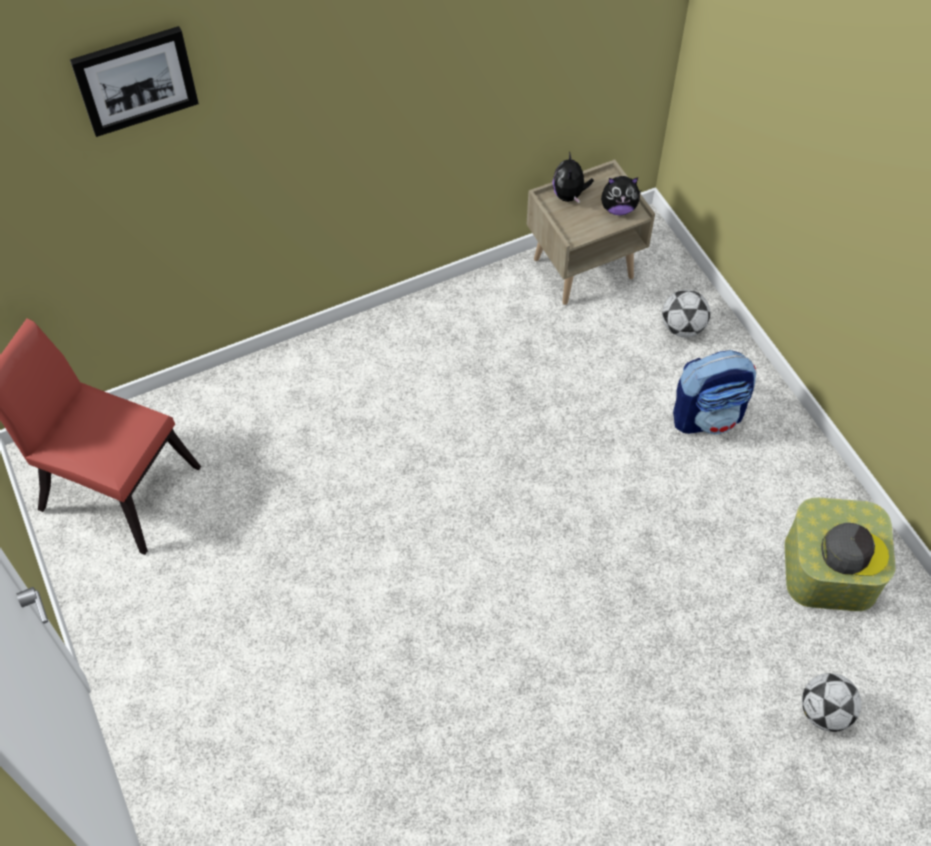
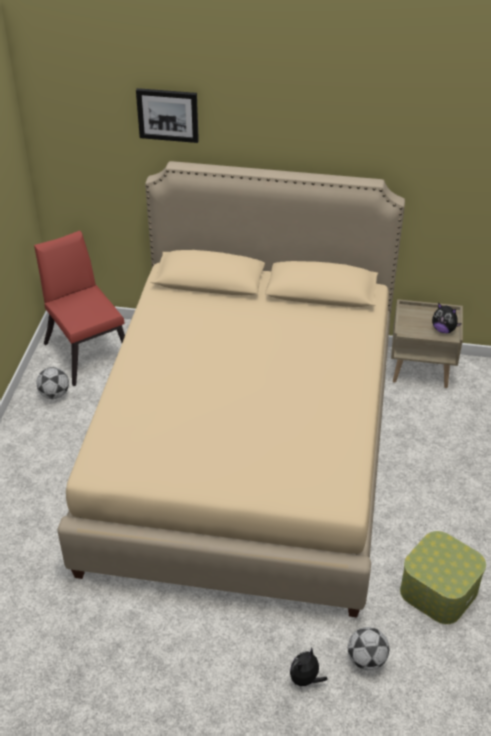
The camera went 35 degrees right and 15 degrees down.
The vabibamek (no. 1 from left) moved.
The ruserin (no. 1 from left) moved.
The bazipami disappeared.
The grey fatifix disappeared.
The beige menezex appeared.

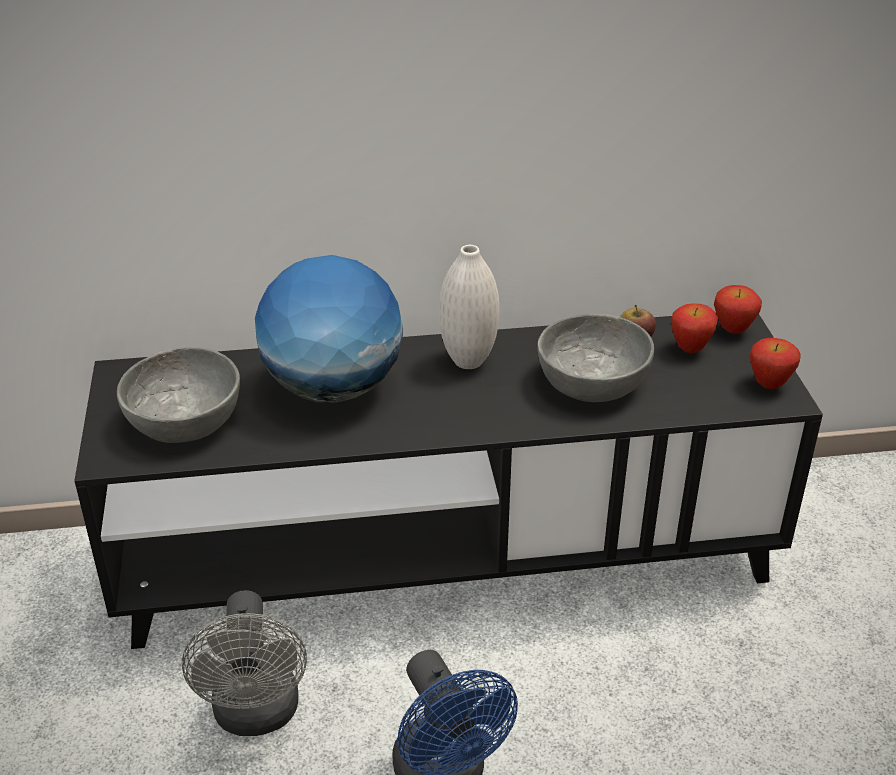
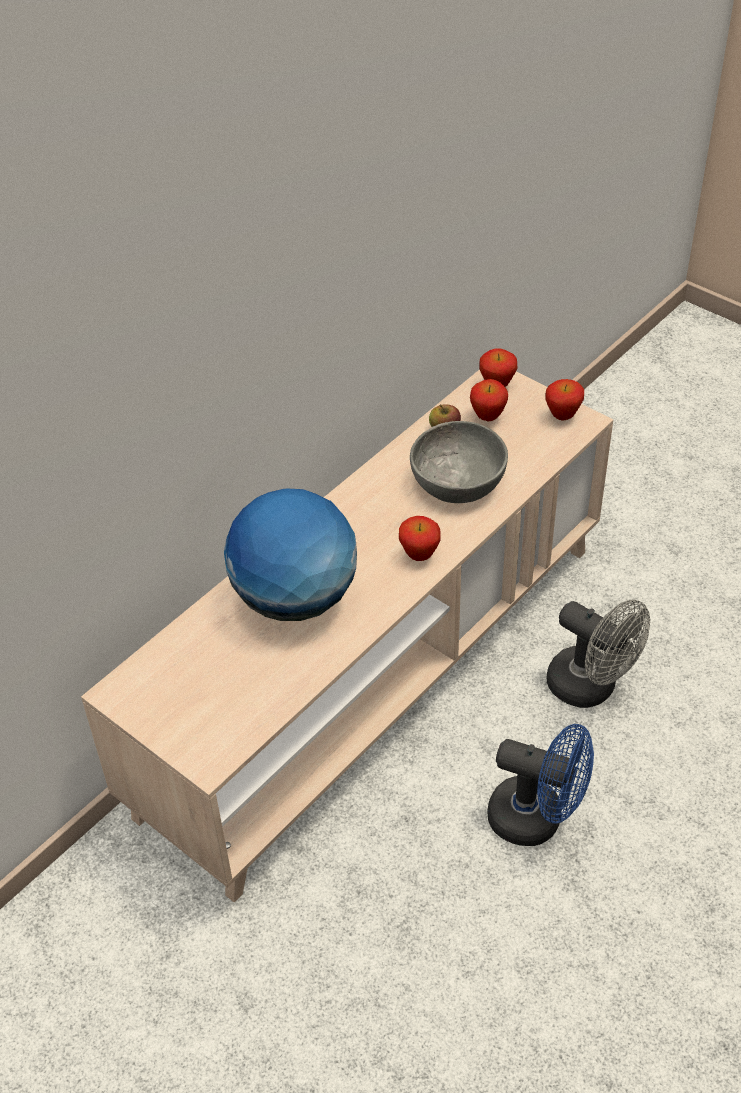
The camera went 40 degrees left and 10 degrees up.
The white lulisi disappeared.
The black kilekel became the beige kilekel.
The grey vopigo (no. 1 from left) disappeared.
The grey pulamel moved.
The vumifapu (no. 1 from left) appeared.

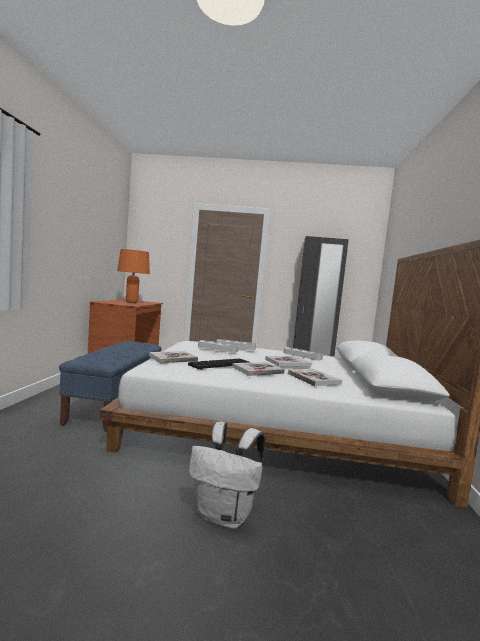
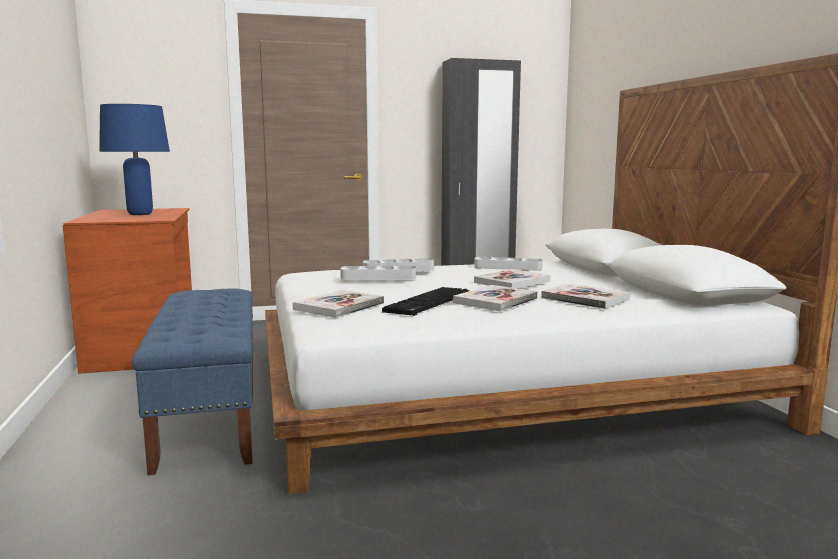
The camera went 20 degrees left and 5 degrees up.
The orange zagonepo became the blue zagonepo.
The white bazipami disappeared.

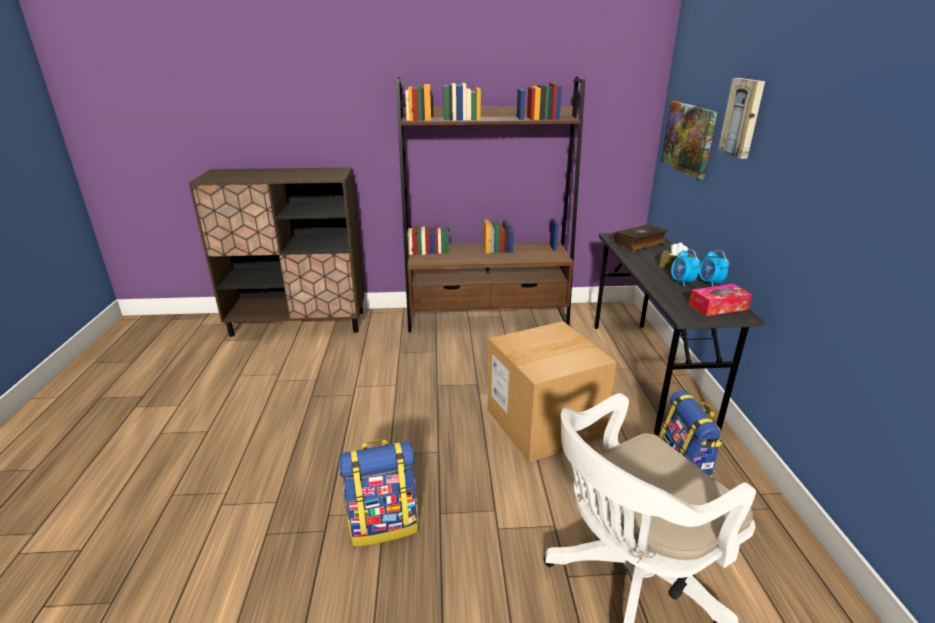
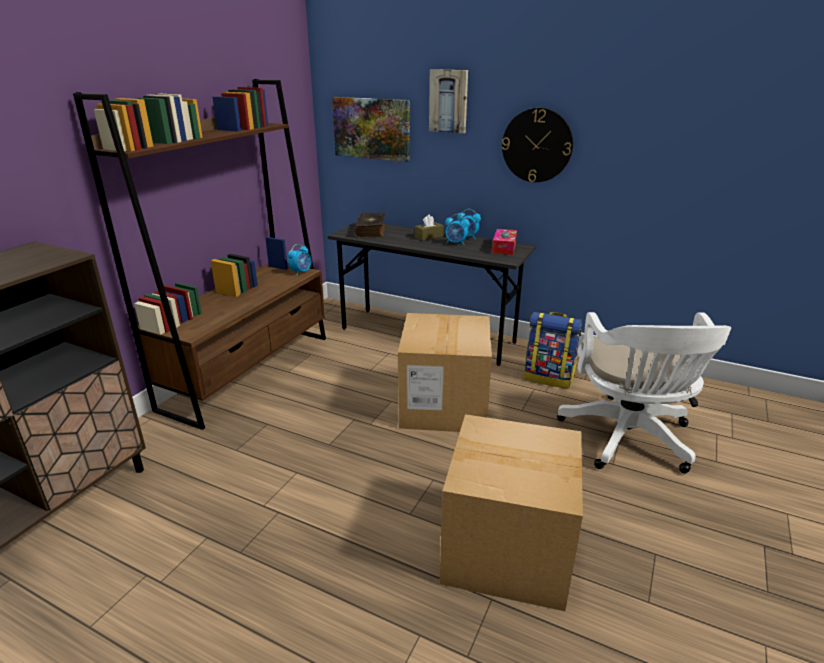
The camera went 60 degrees left and 0 degrees up.
The bazipami (no. 1 from left) was replaced by the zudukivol (no. 2 from left).
The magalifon appeared.
The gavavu (no. 1 from left) appeared.

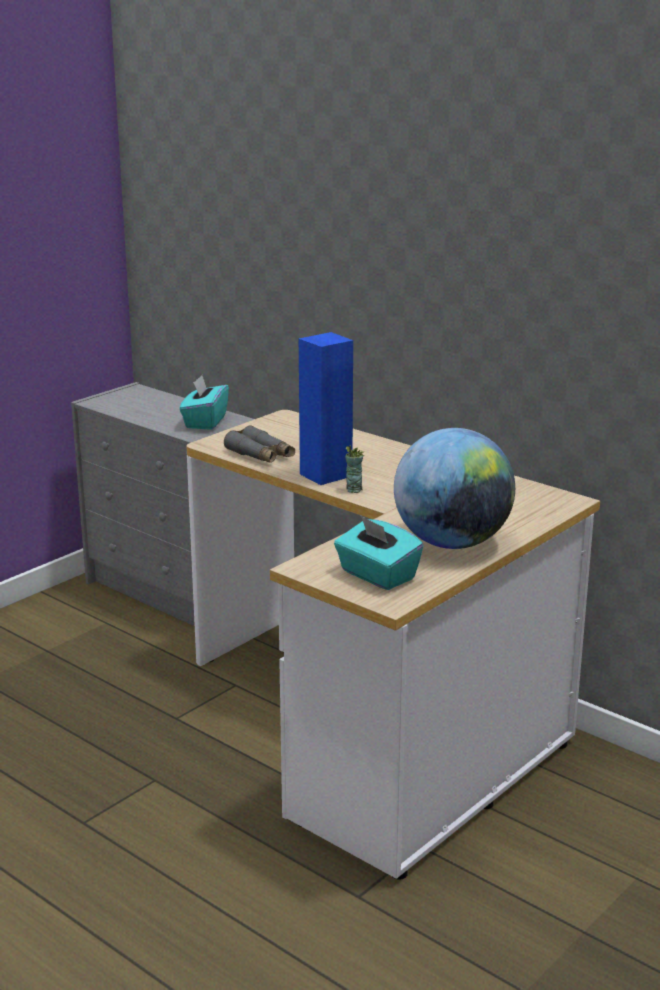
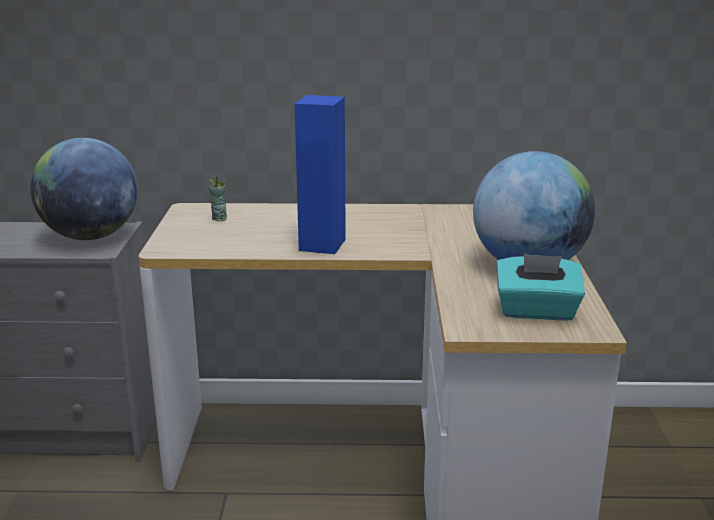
The camera went 40 degrees left and 0 degrees up.
The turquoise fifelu (no. 1 from left) was replaced by the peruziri (no. 1 from left).
The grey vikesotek disappeared.
The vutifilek moved.

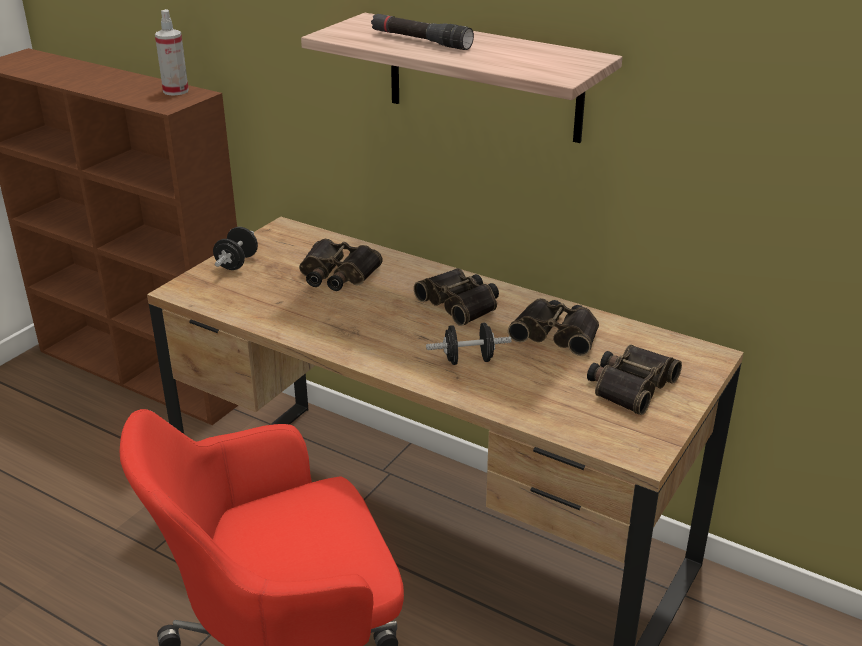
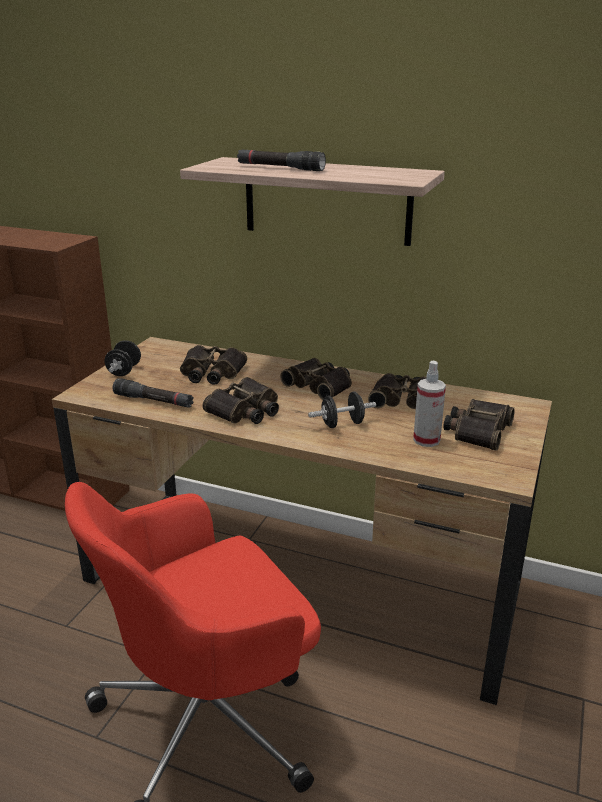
The camera went 10 degrees left and 5 degrees down.
The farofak moved.
The vikesotek (no. 2 from left) appeared.
The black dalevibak (no. 1 from left) appeared.

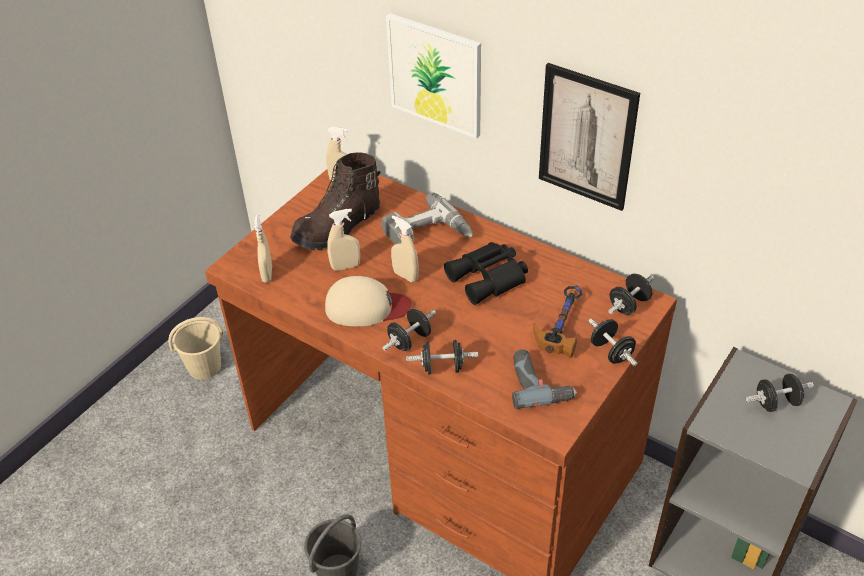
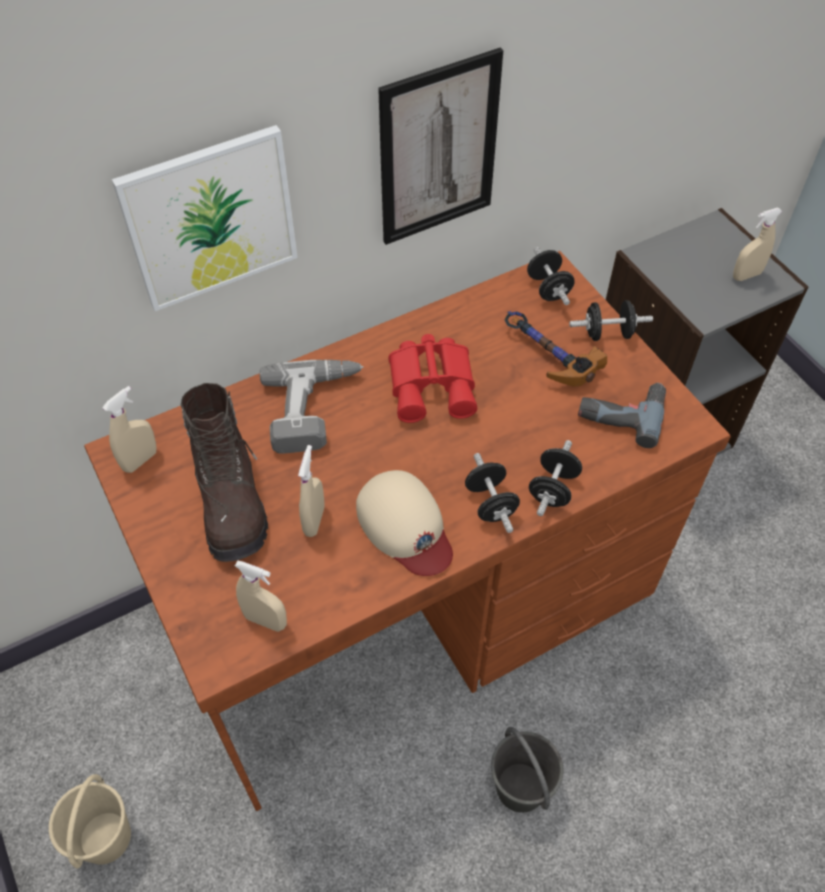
The camera went 65 degrees left and 10 degrees up.
The beige farofak (no. 4 from left) moved.
The black vikesotek became the red vikesotek.
The beige fatifix turned 120 degrees clockwise.
The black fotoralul (no. 5 from left) disappeared.

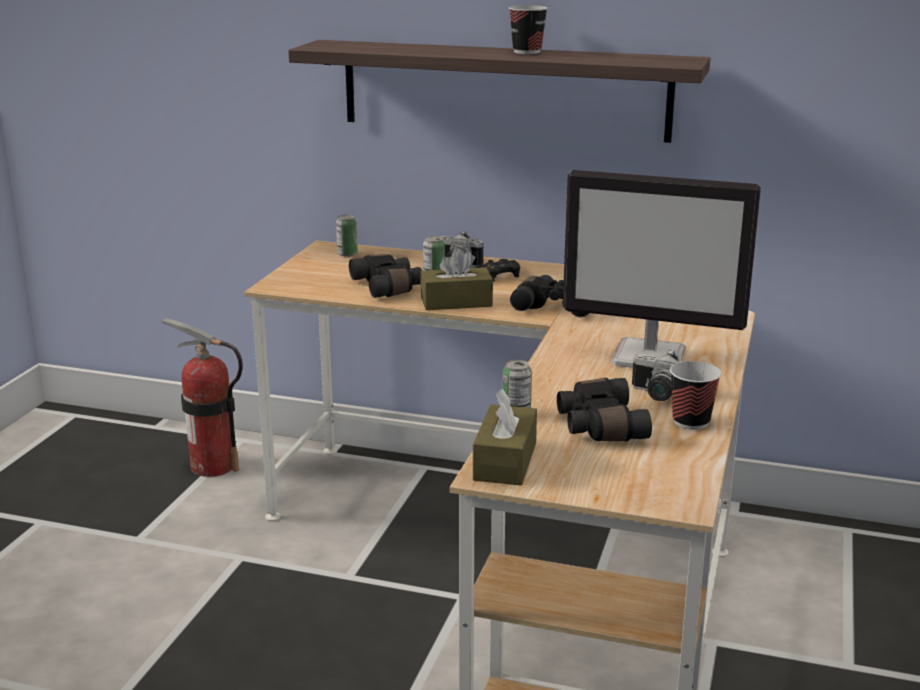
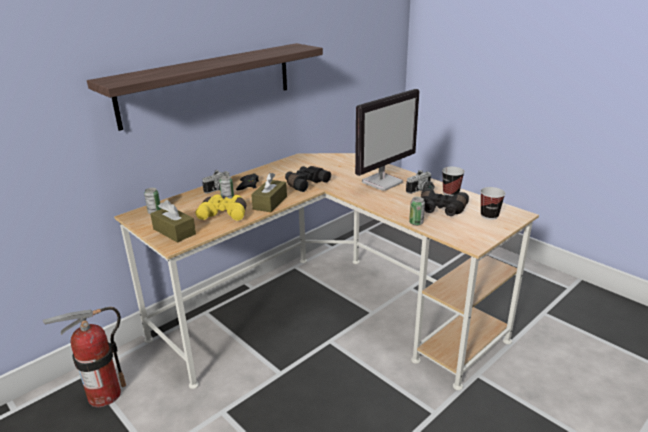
The camera went 60 degrees left and 5 degrees up.
The vutifilek (no. 1 from left in the first image) moved.
The black vikesotek (no. 1 from left) became the yellow vikesotek.
The brown fifelu (no. 2 from left in the first image) moved.

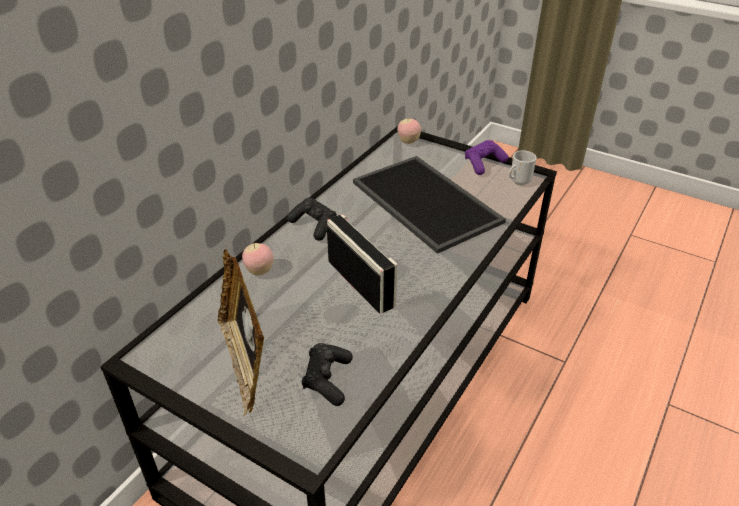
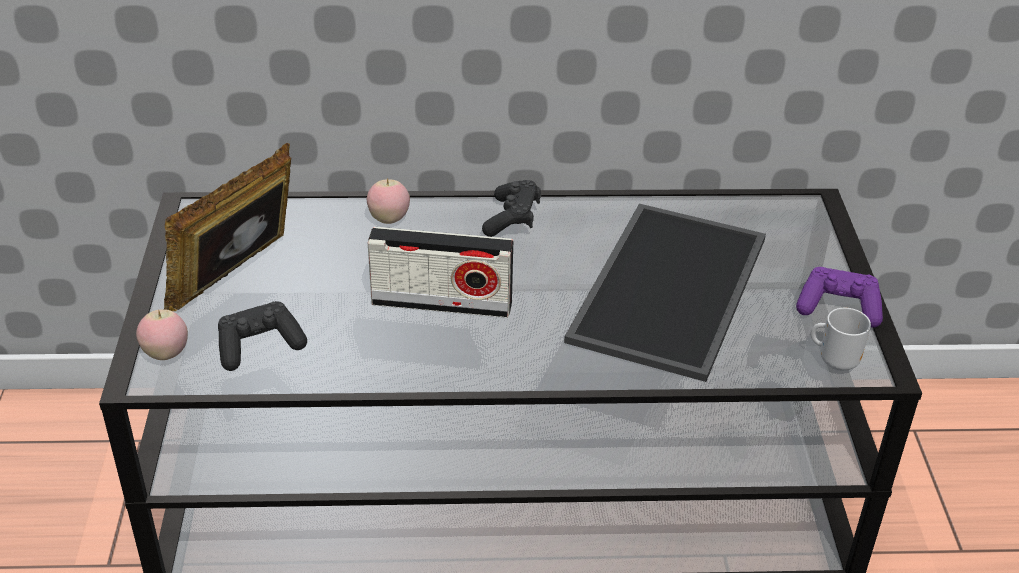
The camera went 55 degrees right and 0 degrees up.
The vumifapu (no. 2 from left in the first image) moved.
The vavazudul turned 75 degrees clockwise.

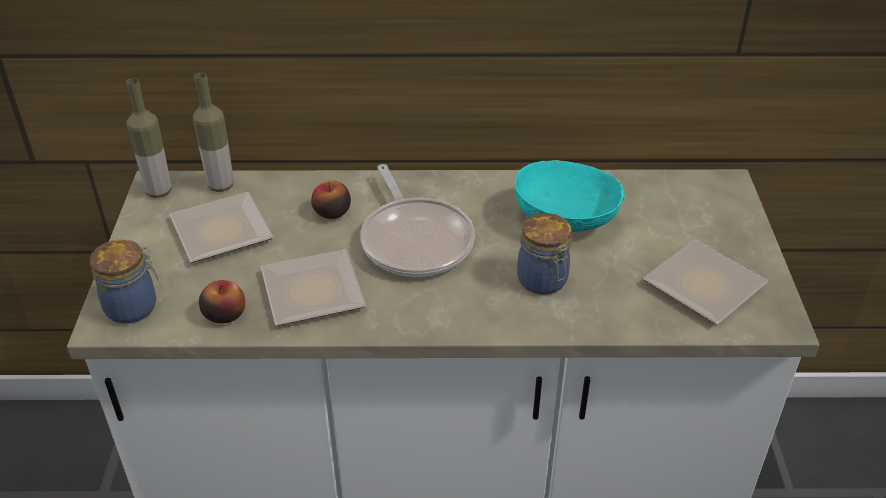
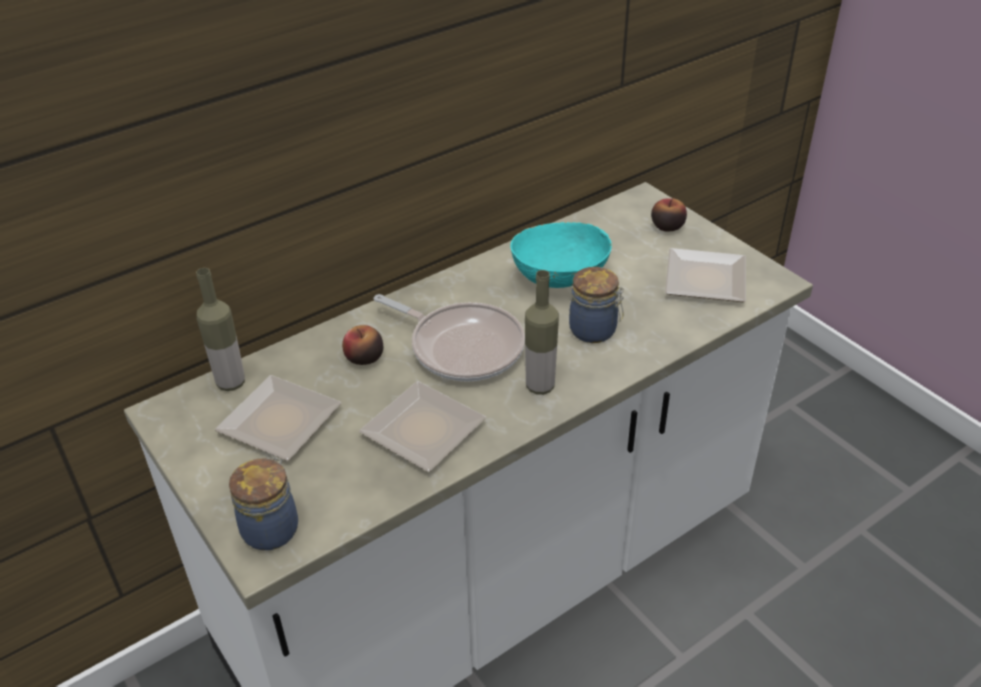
The camera went 35 degrees left and 0 degrees up.
The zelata (no. 1 from left in the first image) moved.
The vumifapu (no. 1 from left in the first image) moved.

